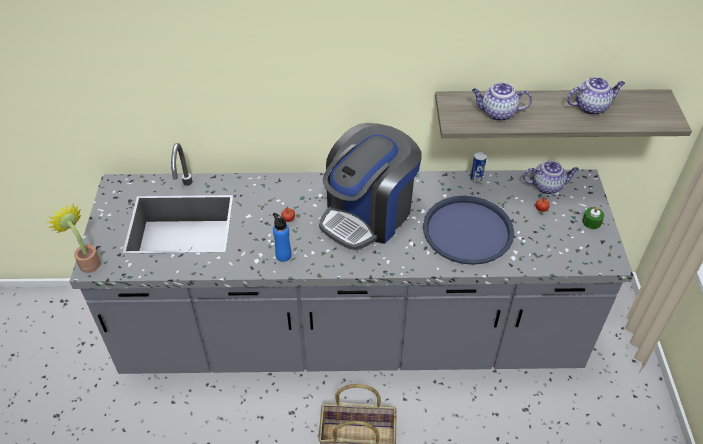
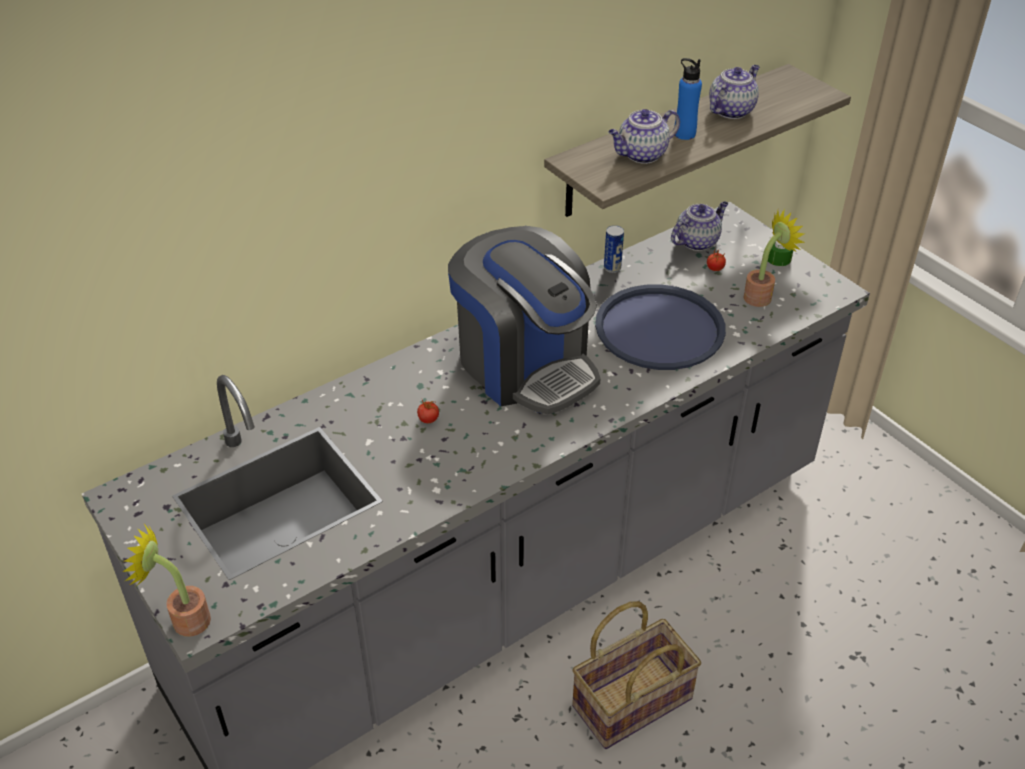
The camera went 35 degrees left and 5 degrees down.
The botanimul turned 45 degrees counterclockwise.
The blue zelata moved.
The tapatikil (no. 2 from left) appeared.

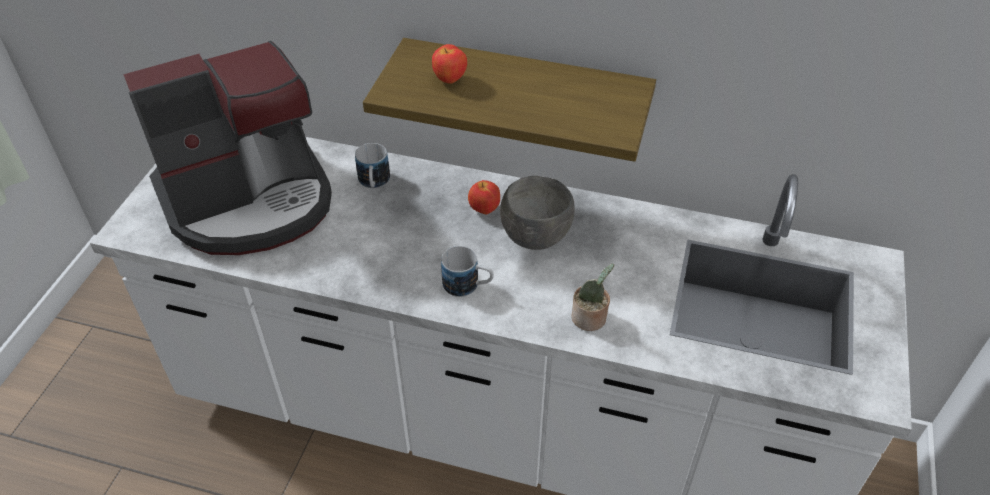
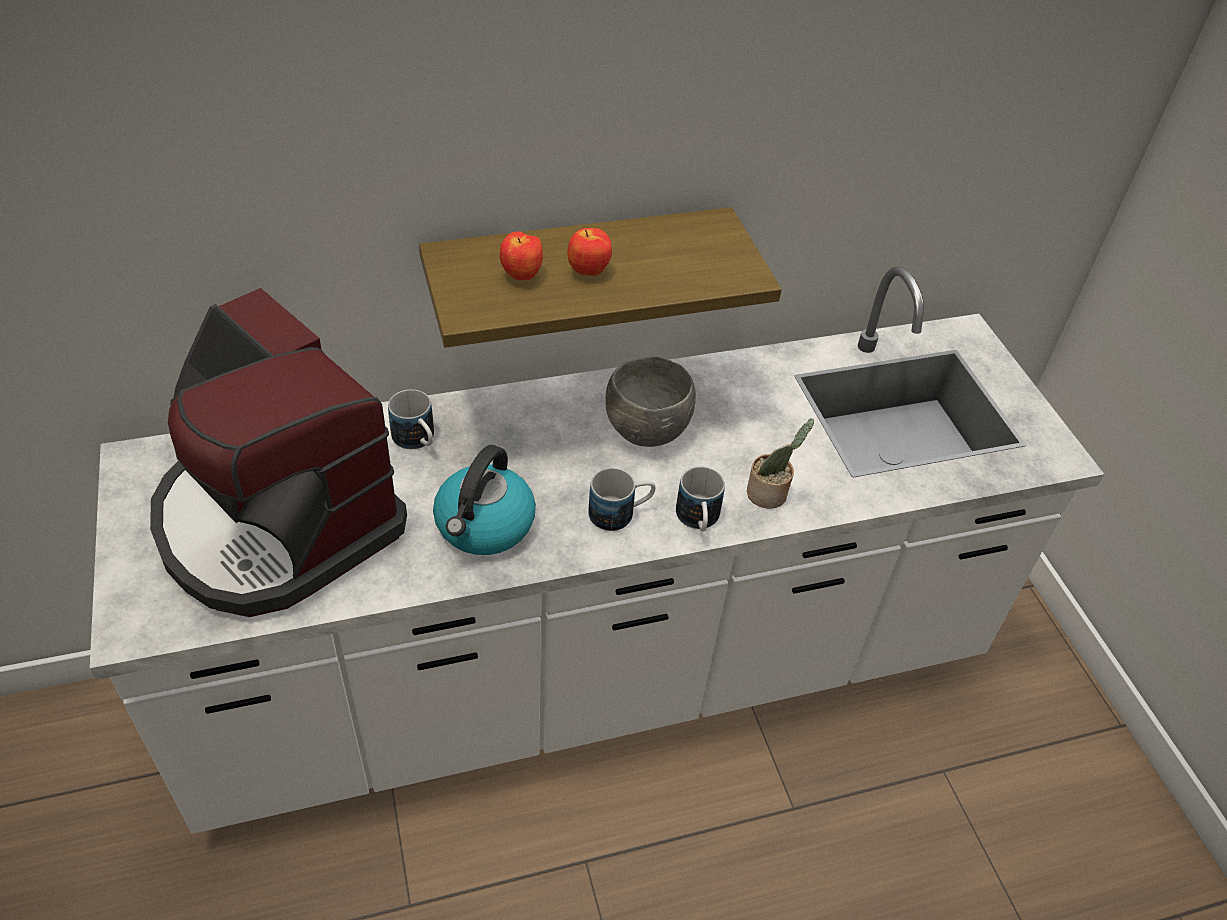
The camera went 35 degrees left and 0 degrees up.
The botanimul turned 105 degrees clockwise.
The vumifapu (no. 2 from left) moved.
The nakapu appeared.
The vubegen (no. 3 from left) appeared.

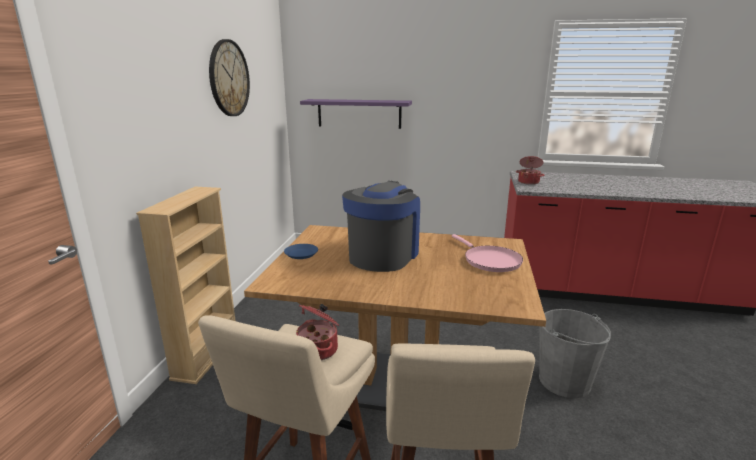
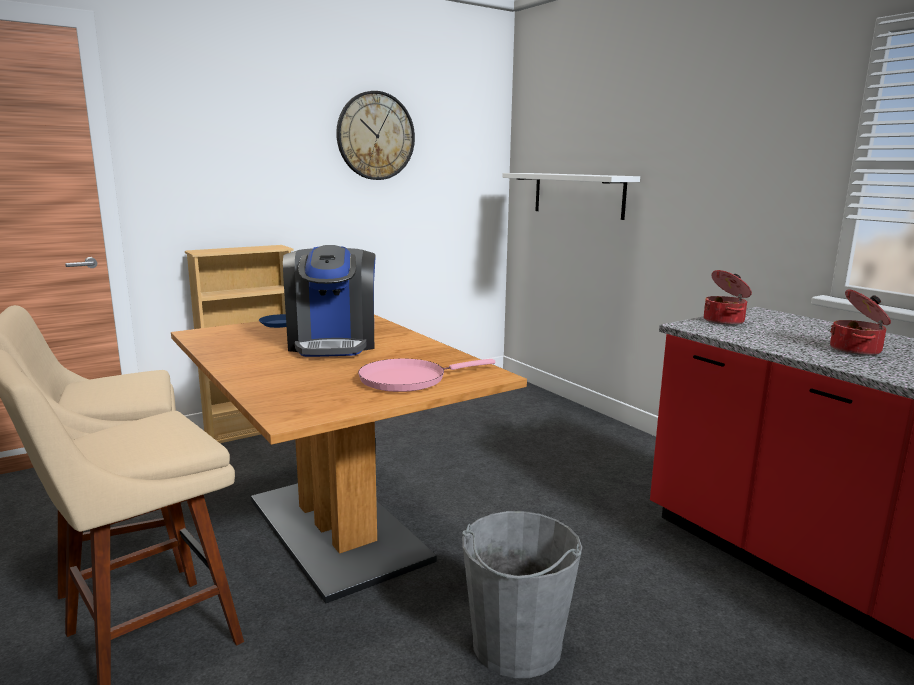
The camera went 45 degrees right and 5 degrees down.
The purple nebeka became the white nebeka.
The botanimul turned 105 degrees clockwise.
The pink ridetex turned 45 degrees clockwise.
The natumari (no. 1 from left in the first image) moved.

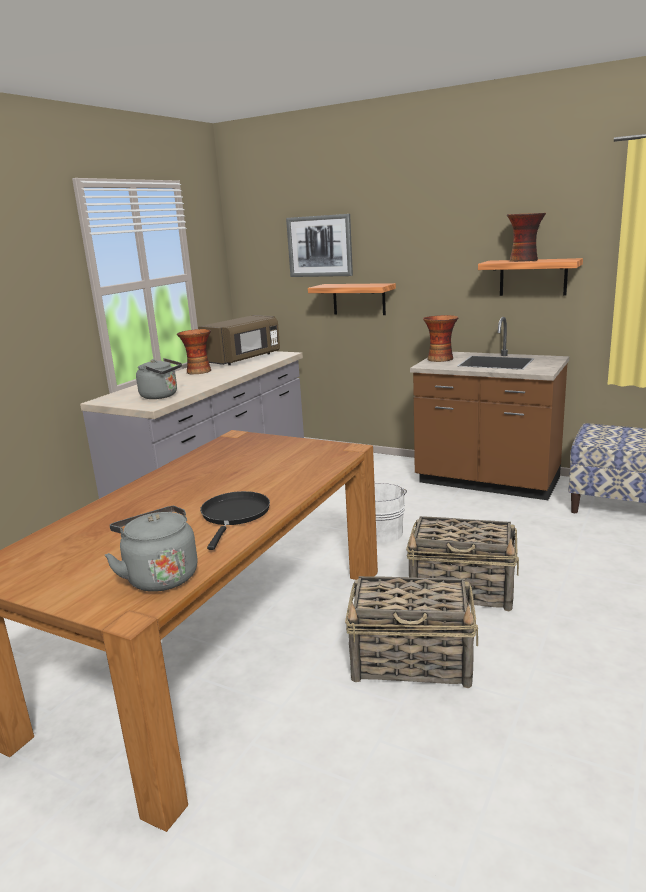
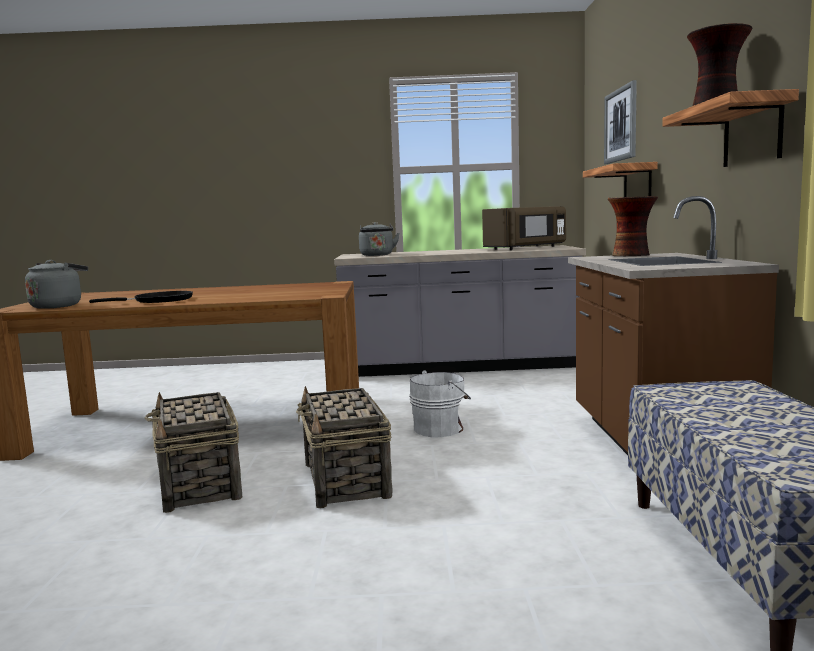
The camera went 60 degrees right and 10 degrees down.
The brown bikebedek turned 45 degrees counterclockwise.
The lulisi (no. 1 from left) disappeared.

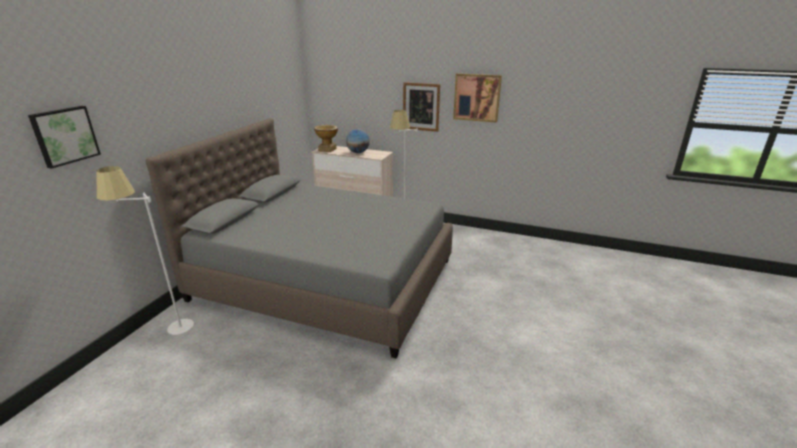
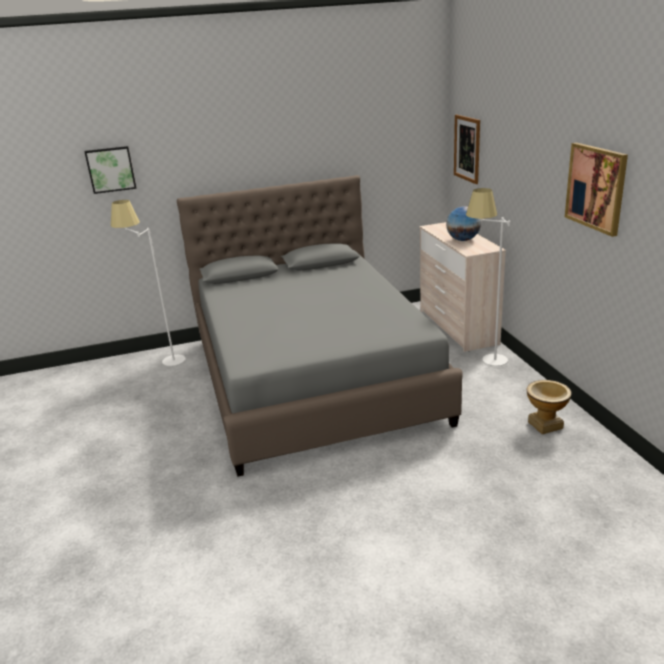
The camera went 55 degrees right and 0 degrees up.
The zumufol (no. 2 from left) moved.
The lulisi moved.

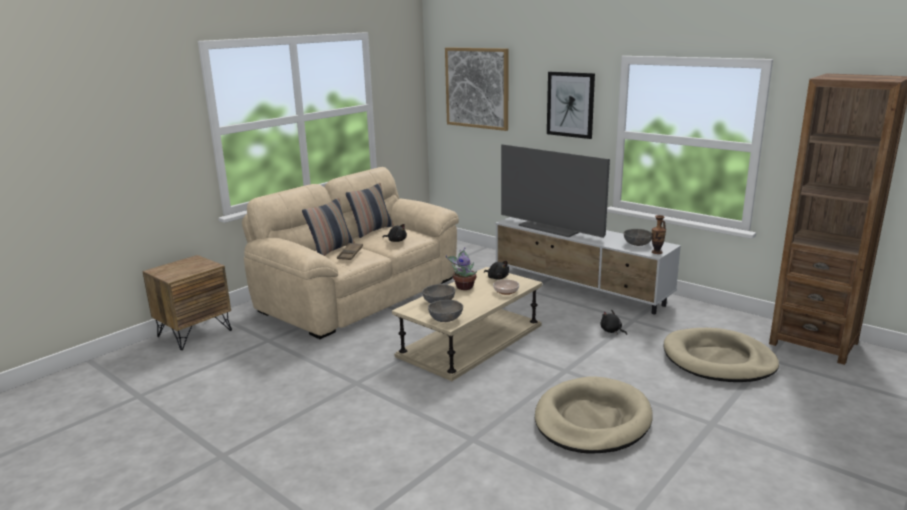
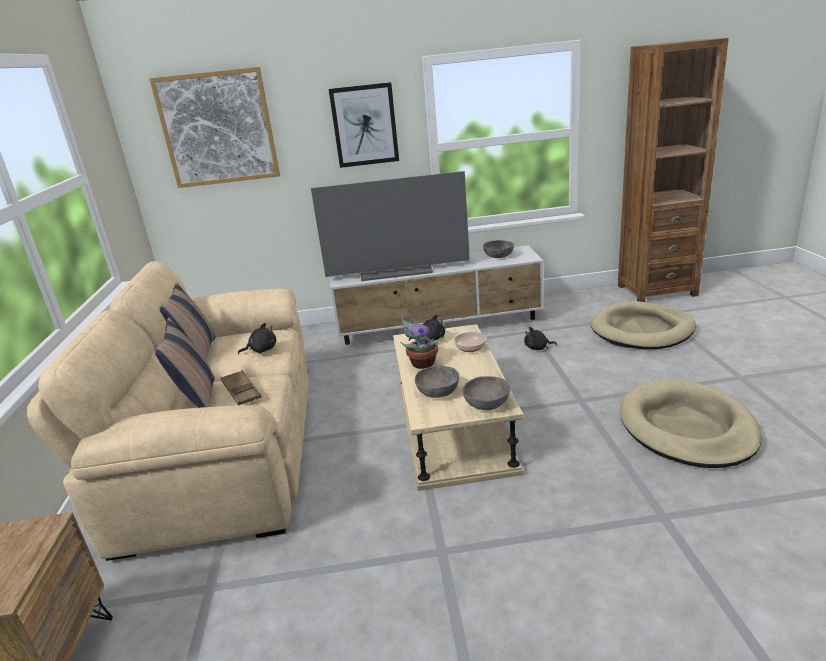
The camera went 45 degrees left and 5 degrees up.
The lulisi disappeared.

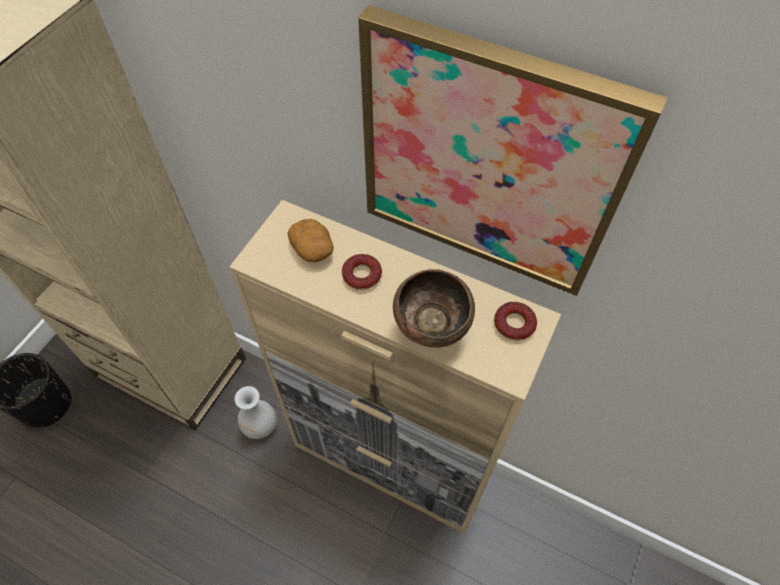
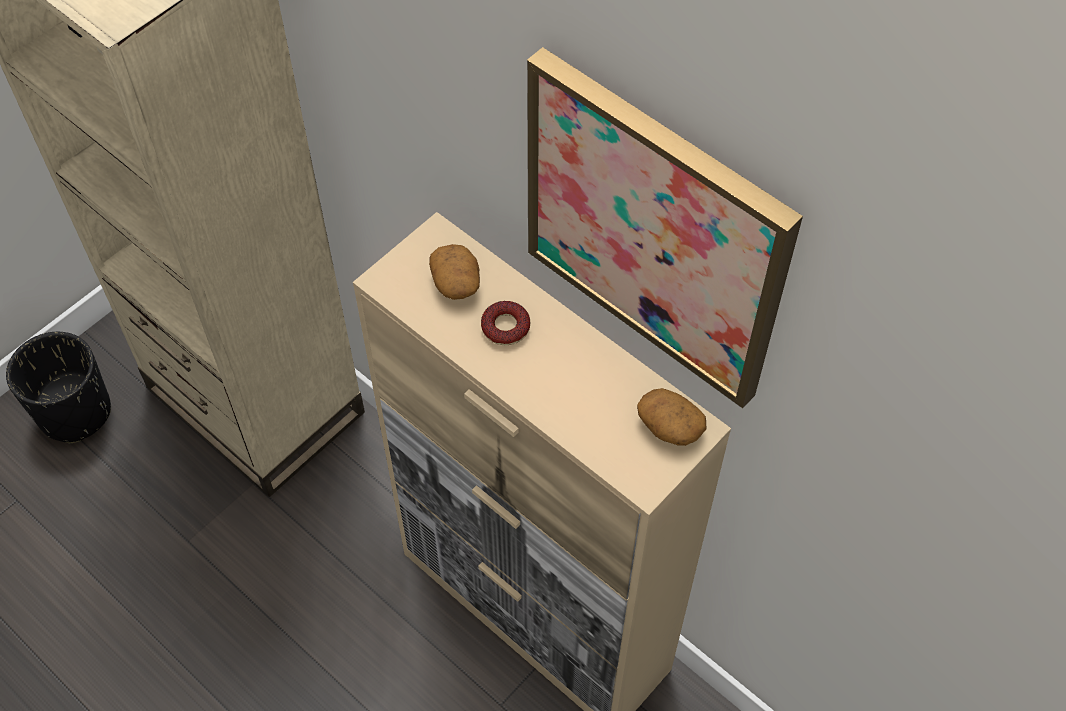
The camera went 15 degrees right and 0 degrees up.
The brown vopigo disappeared.
The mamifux (no. 2 from left) was replaced by the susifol (no. 2 from left).
The white lulisi disappeared.

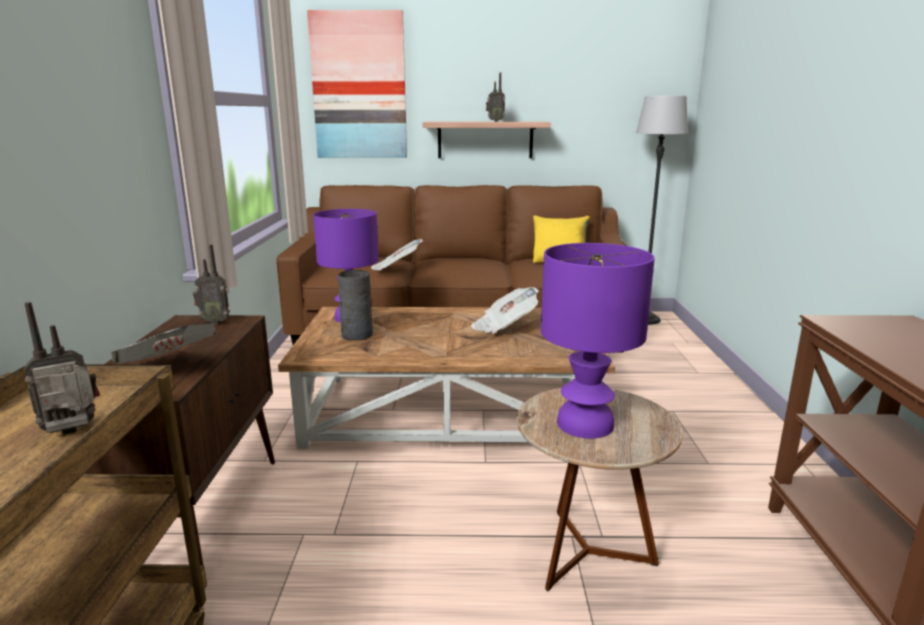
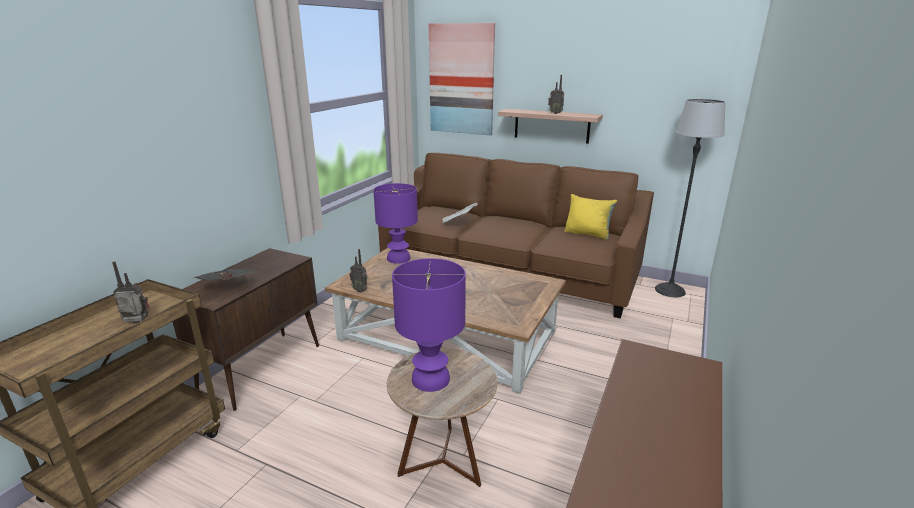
The camera went 25 degrees right and 5 degrees up.
The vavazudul (no. 2 from left) moved.
The grey lulisi disappeared.
The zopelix (no. 3 from left) disappeared.

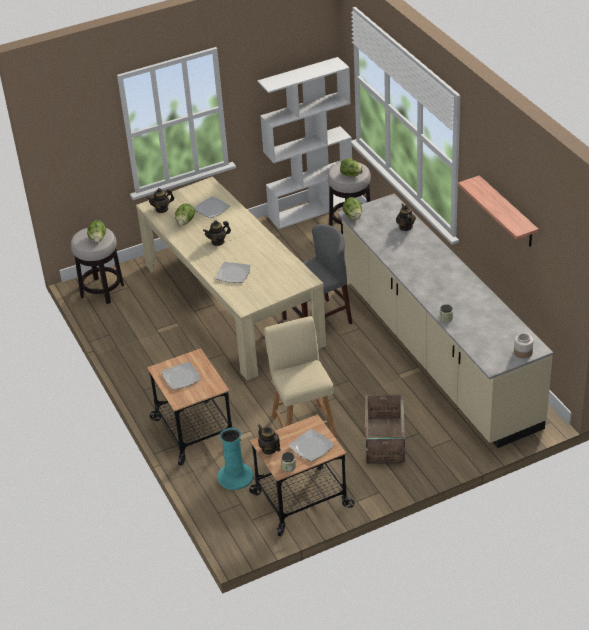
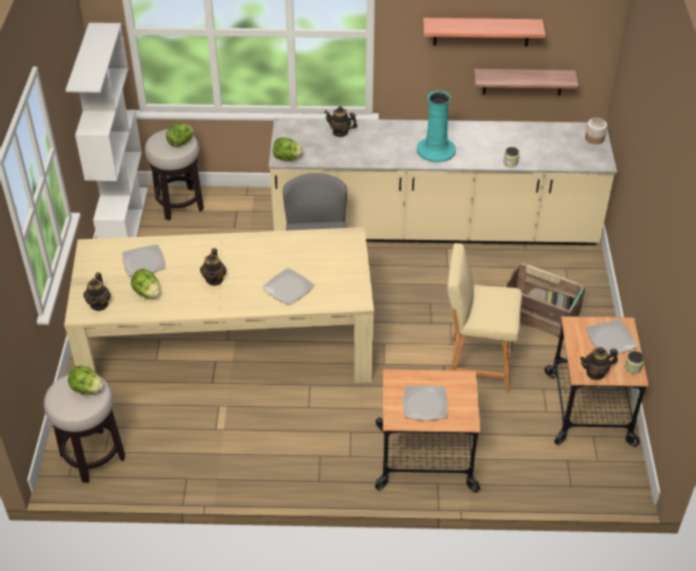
The camera went 65 degrees left and 5 degrees up.
The turquoise lulisi moved.
The nebeka (no. 2 from left) appeared.

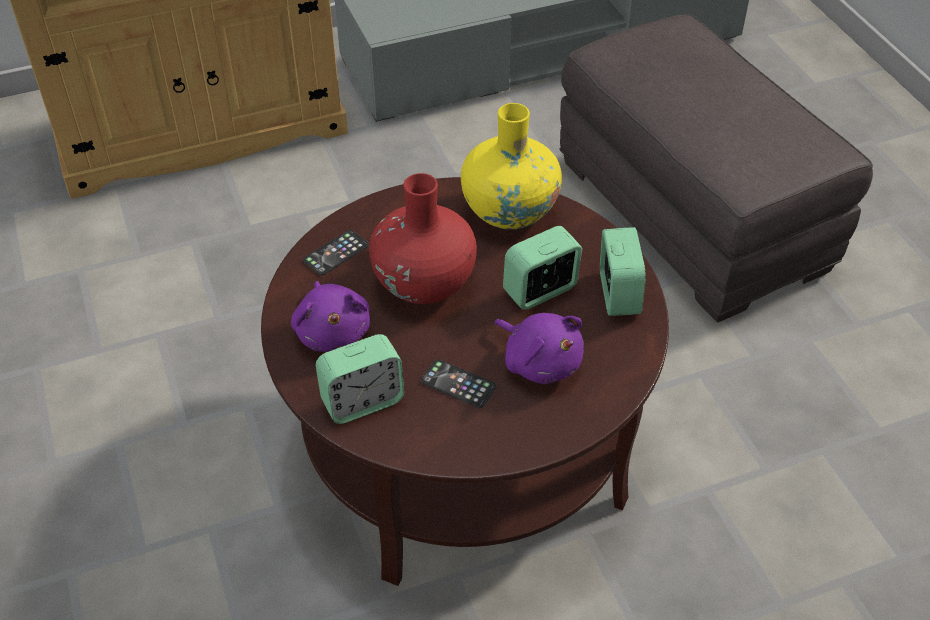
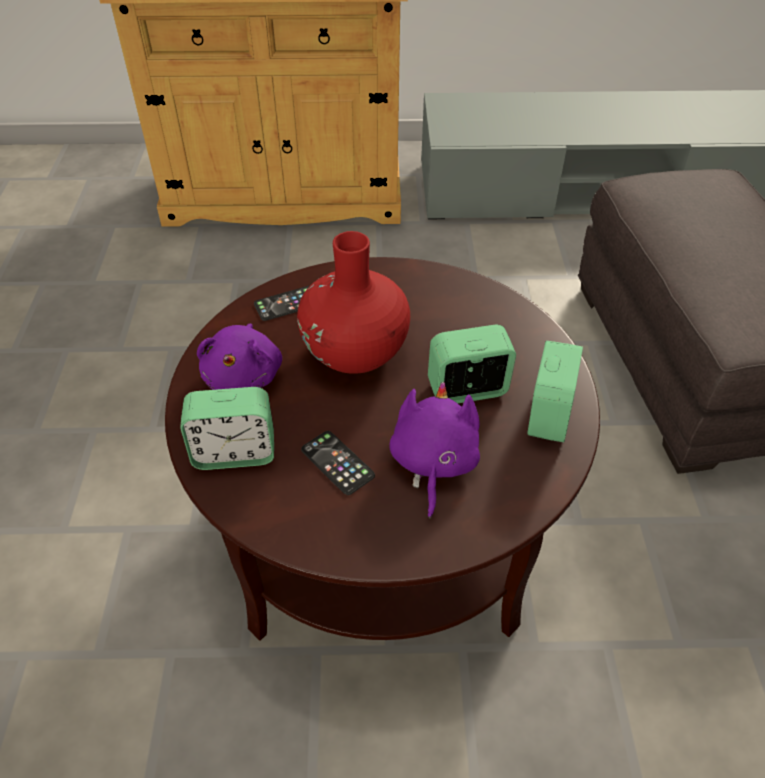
The camera went 20 degrees right and 0 degrees up.
The yellow lulisi disappeared.
The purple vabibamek (no. 2 from left) turned 150 degrees counterclockwise.

